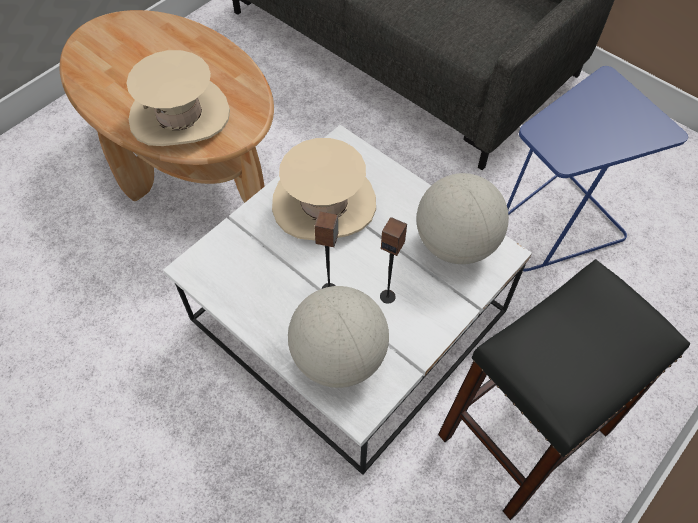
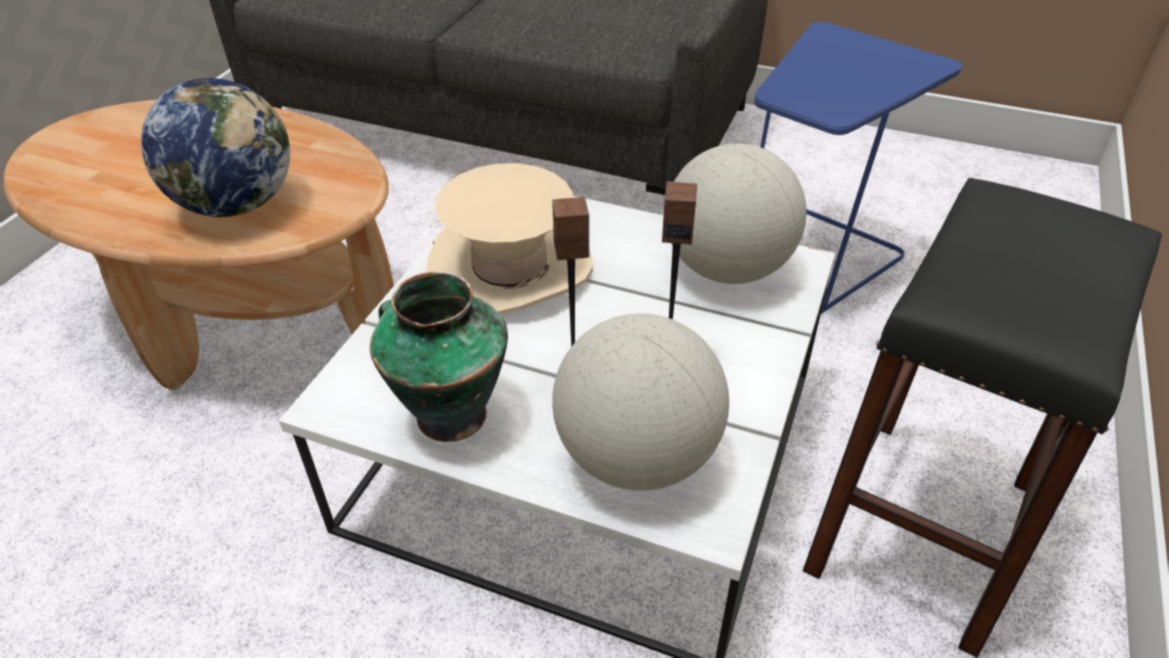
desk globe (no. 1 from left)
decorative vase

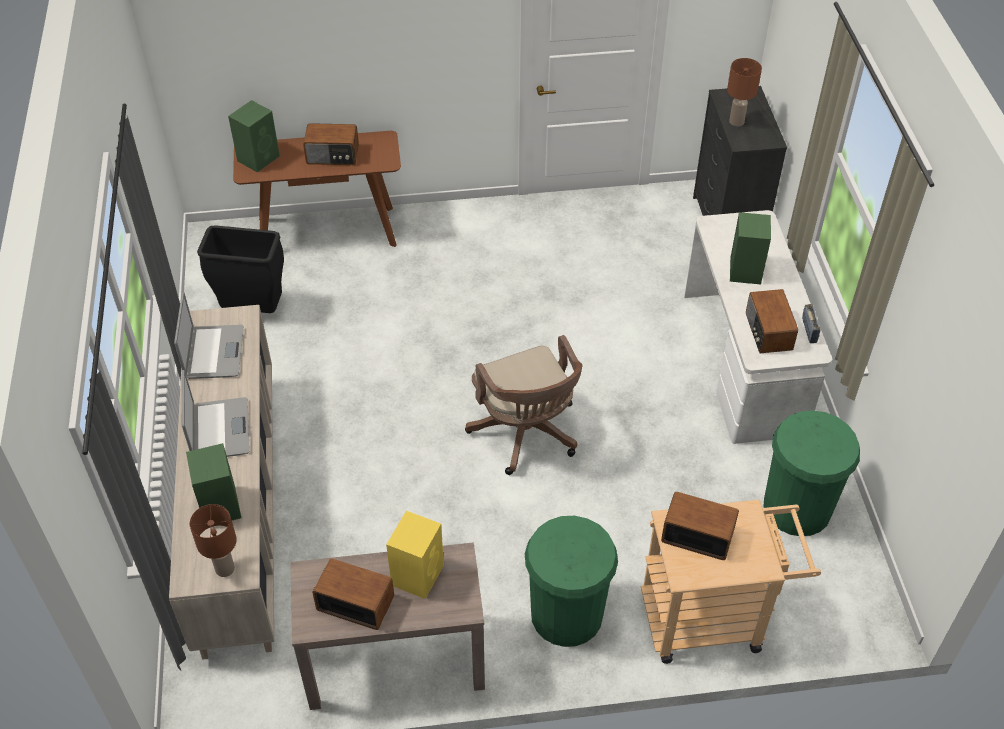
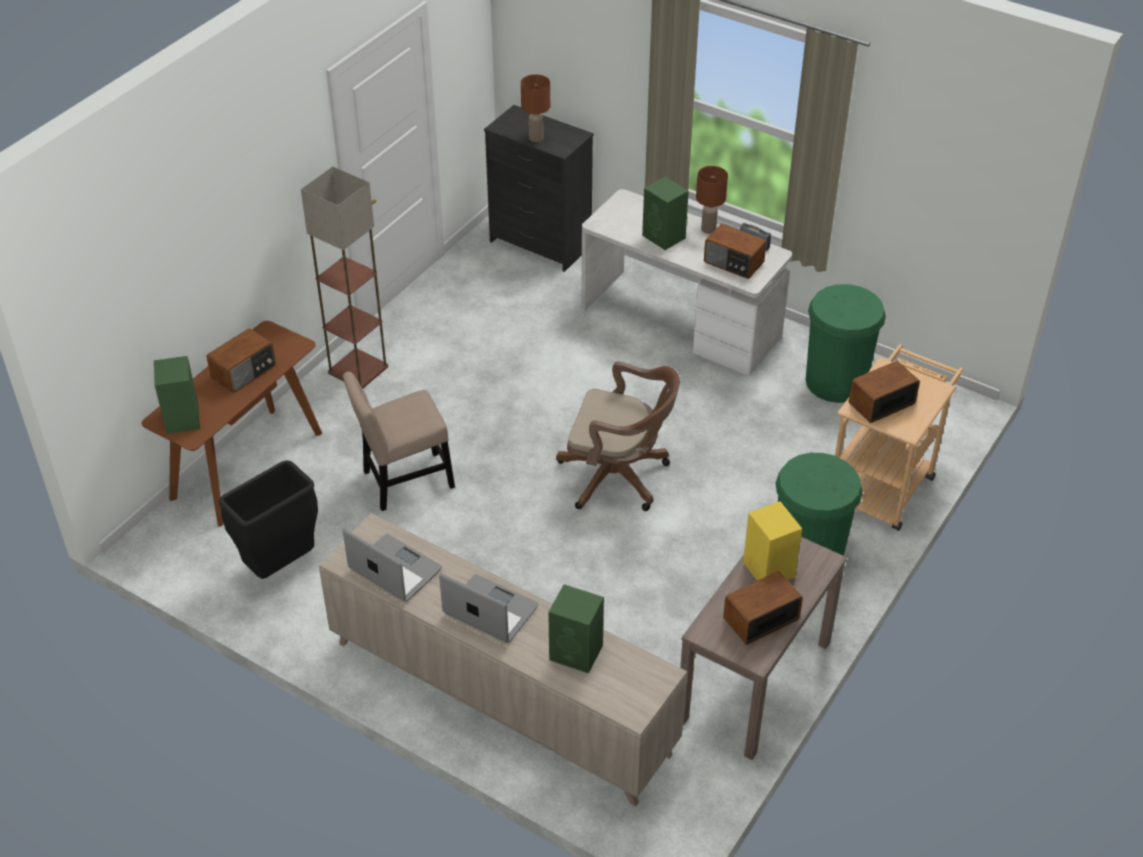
brown tabletop lamp (no. 2 from left)
floor lamp
sand-coloured plain chair

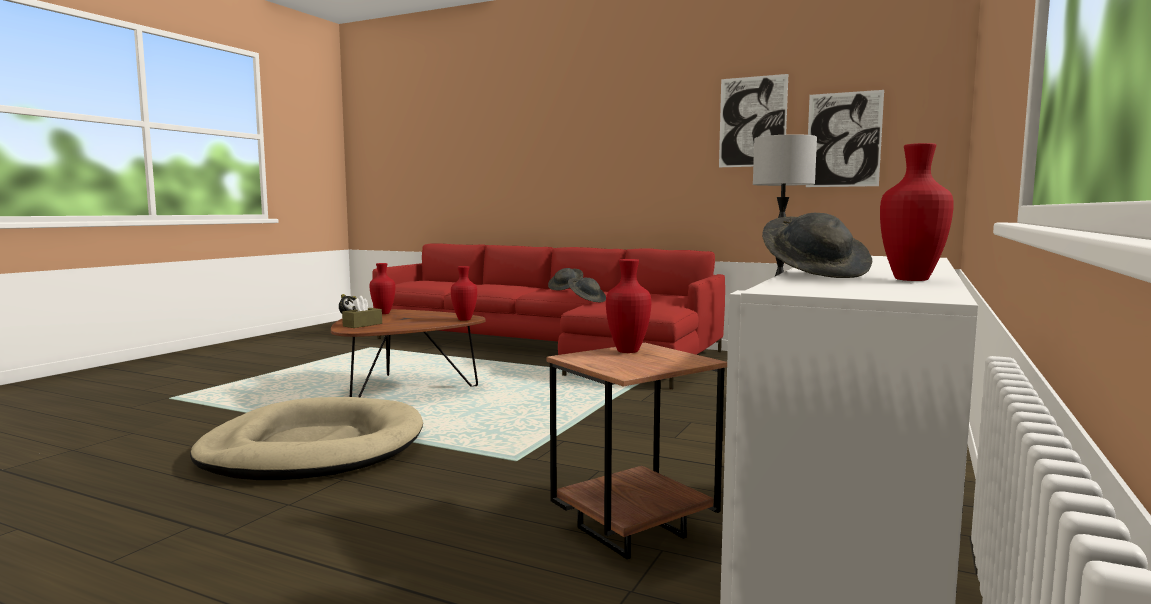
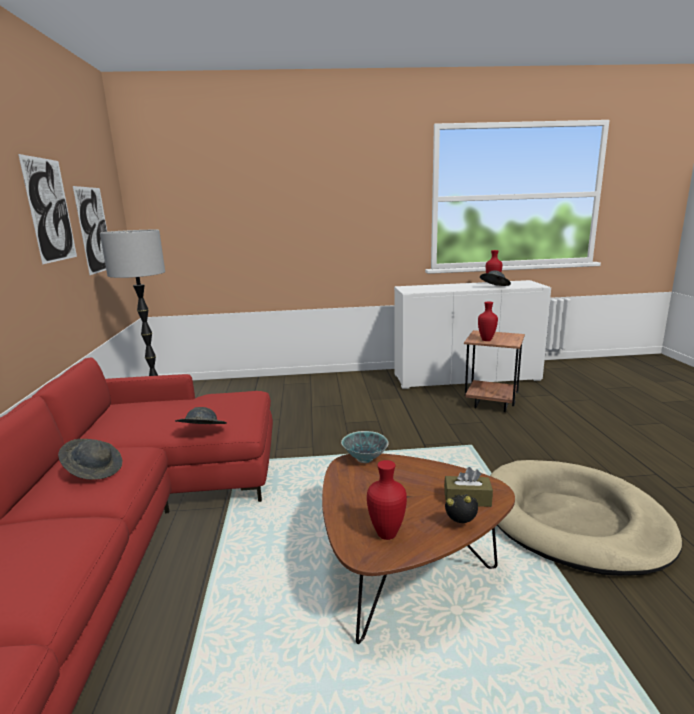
serving bowl

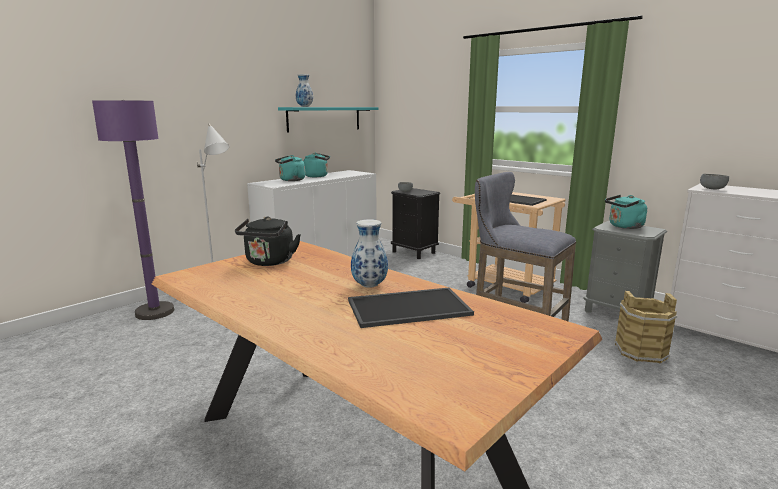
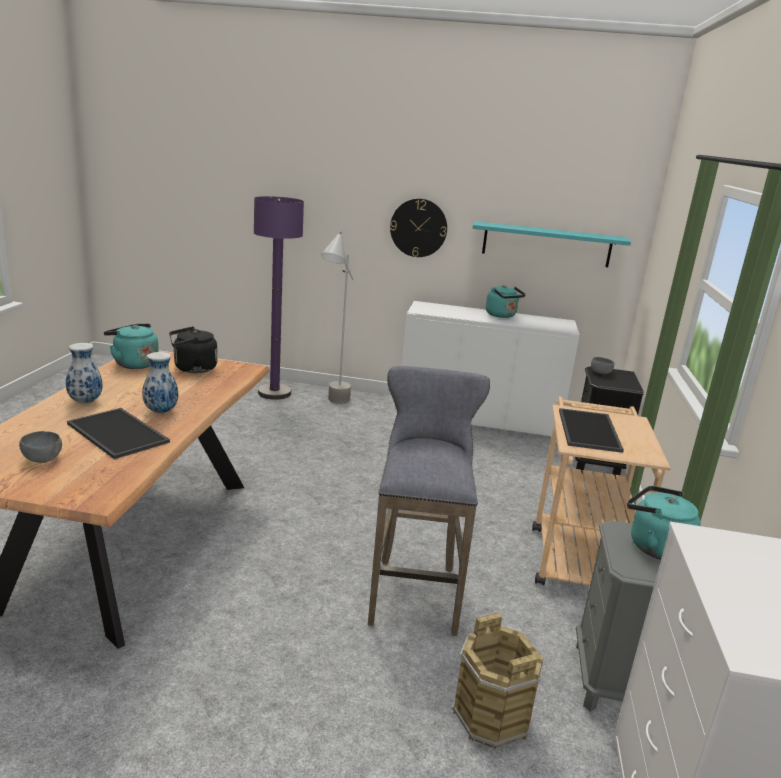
decorative vase (no. 1 from left)
turquoise tea kettle (no. 1 from left)
gray serving bowl (no. 1 from left)
wall clock

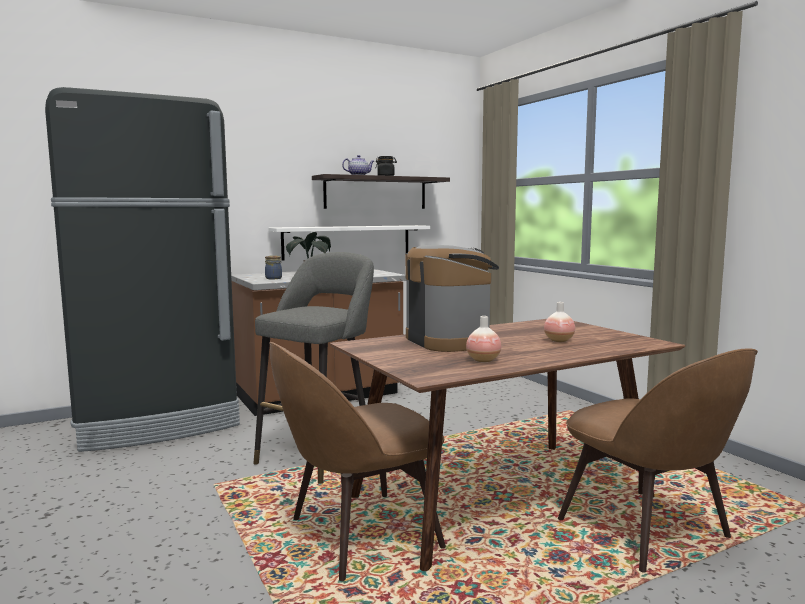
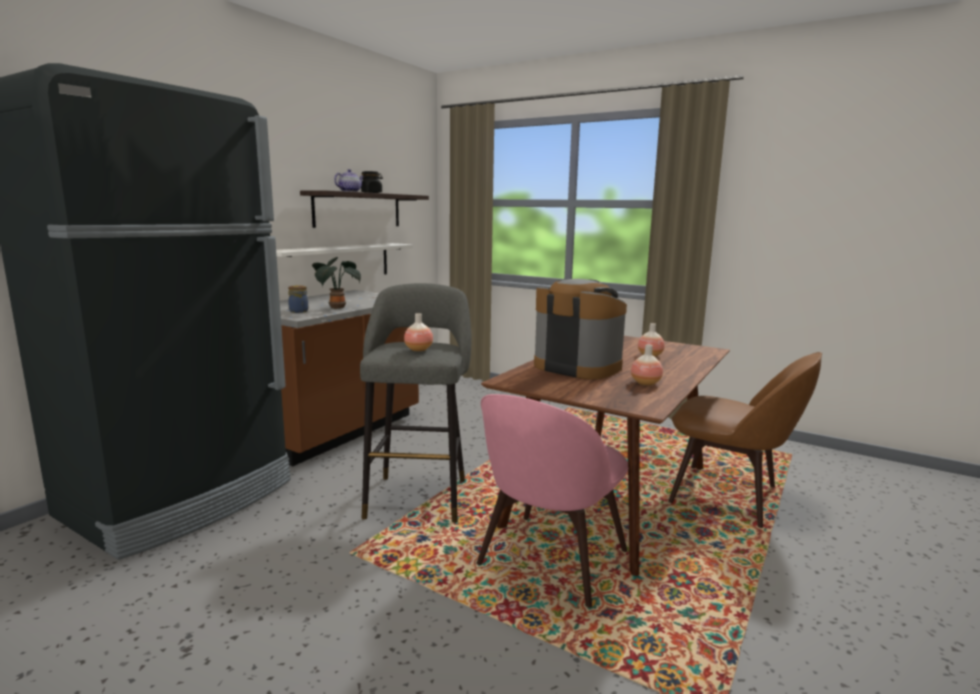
pinkish plain chair
decorative vase (no. 1 from left)

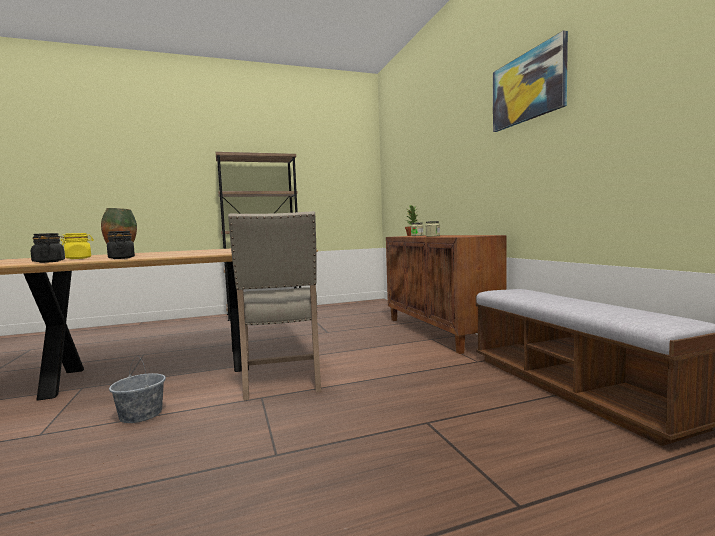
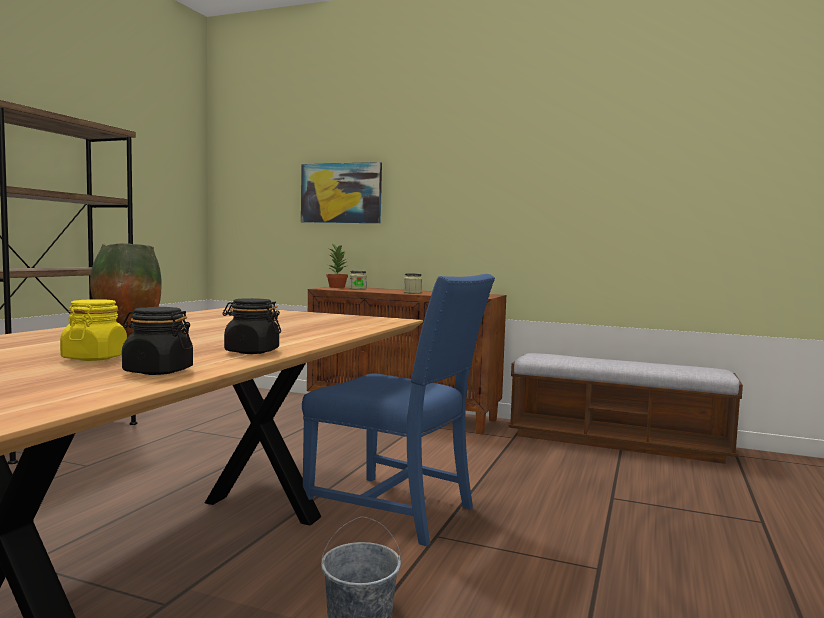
picture
bluish plain chair

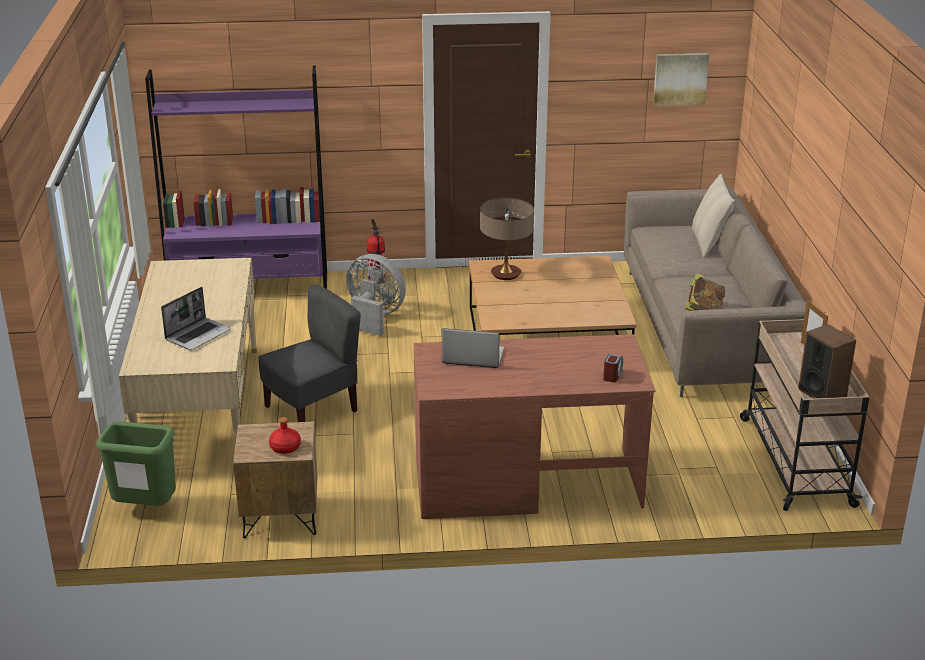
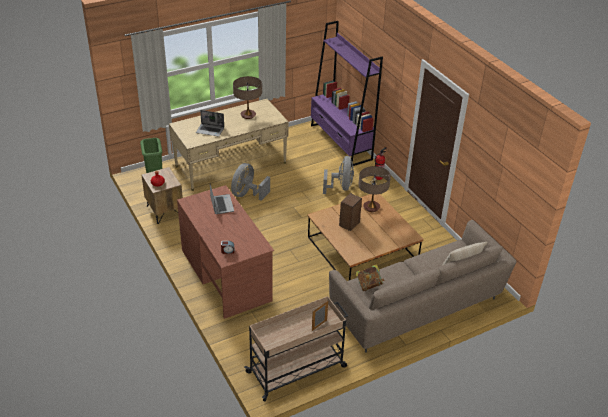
picture
gray electric fan (no. 1 from left)
loudspeaker
tabletop lamp (no. 1 from left)

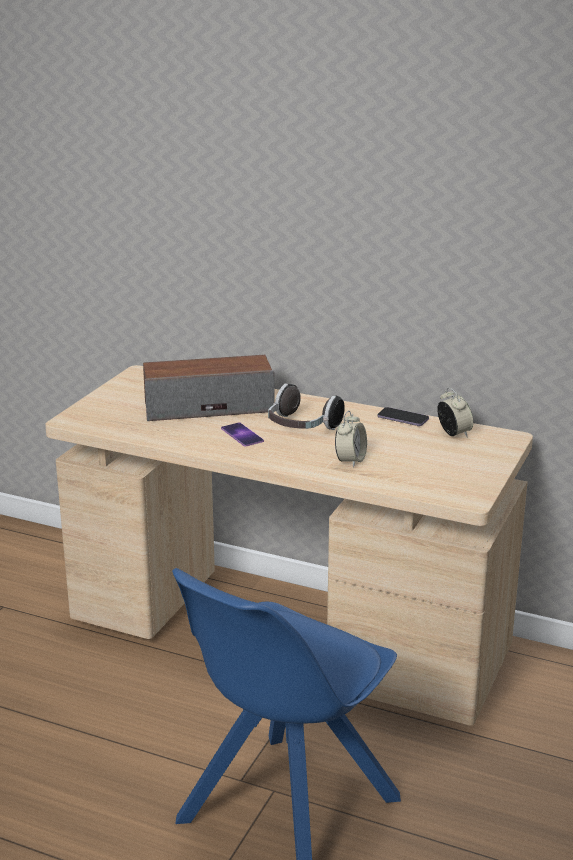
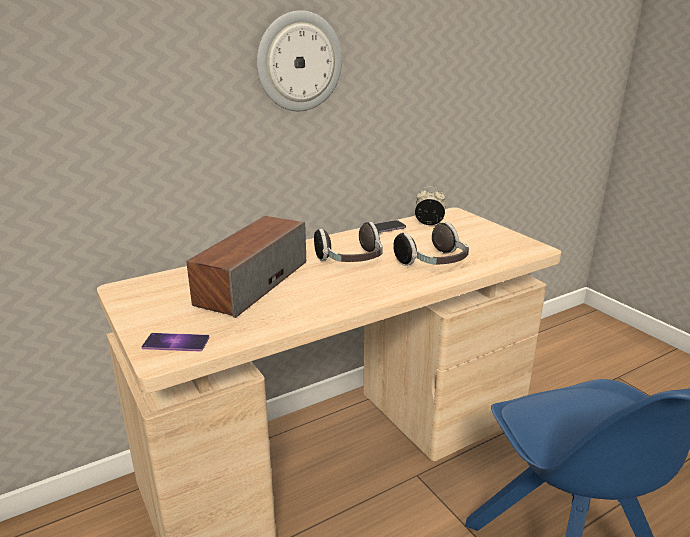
headphones (no. 2 from left)
telephone (no. 1 from left)
wall clock

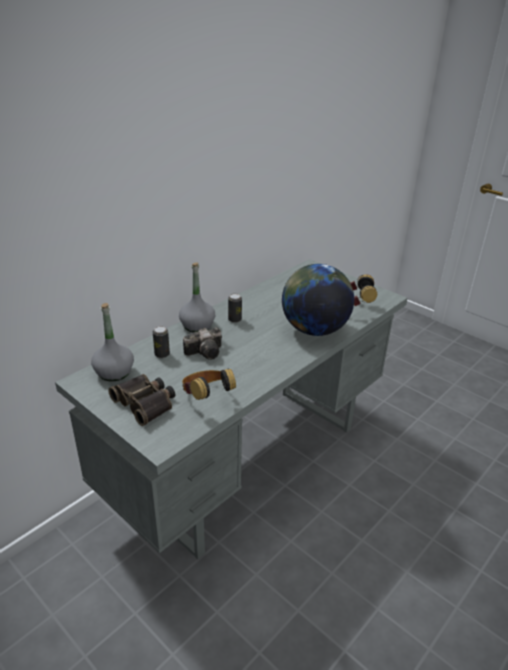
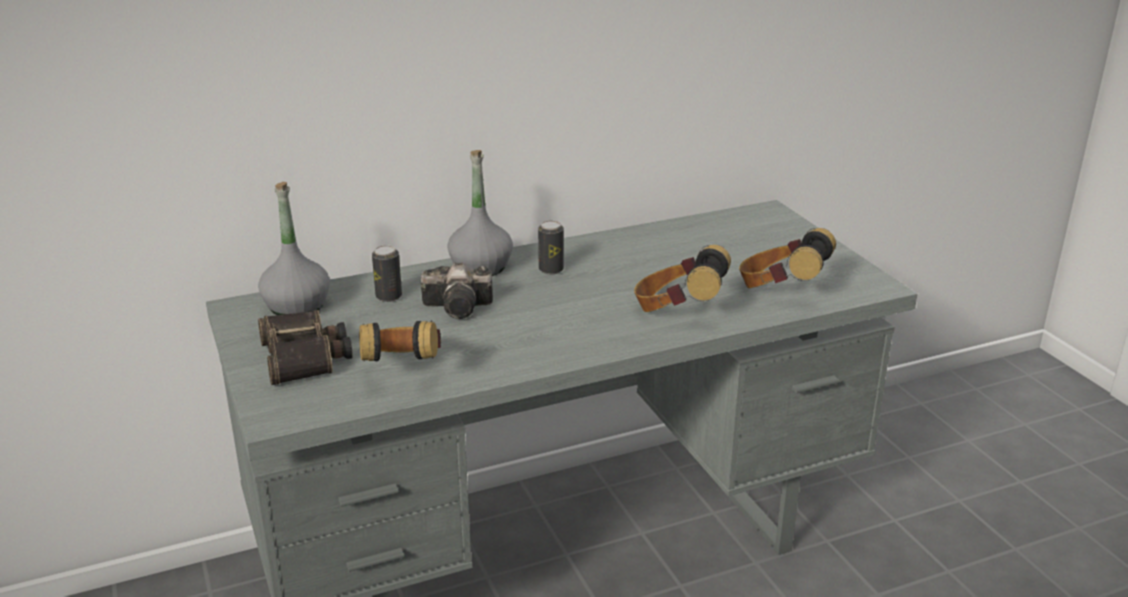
headphones (no. 2 from left)

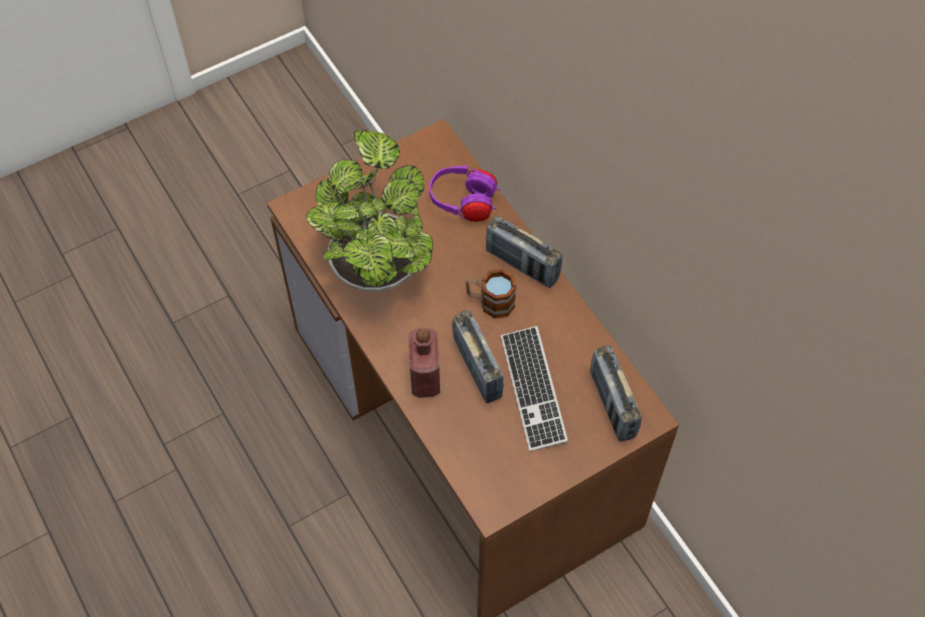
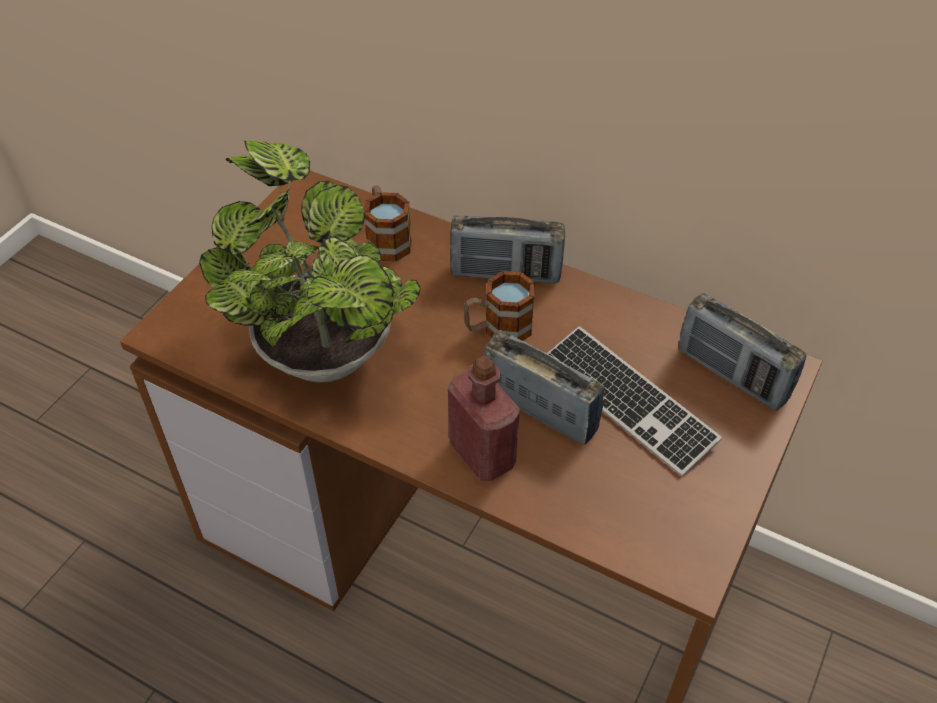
tea mug (no. 1 from left)

